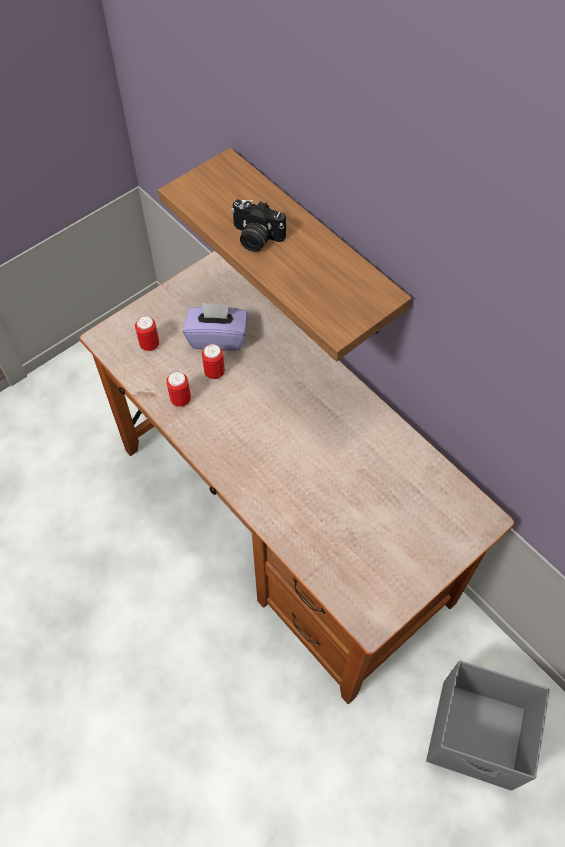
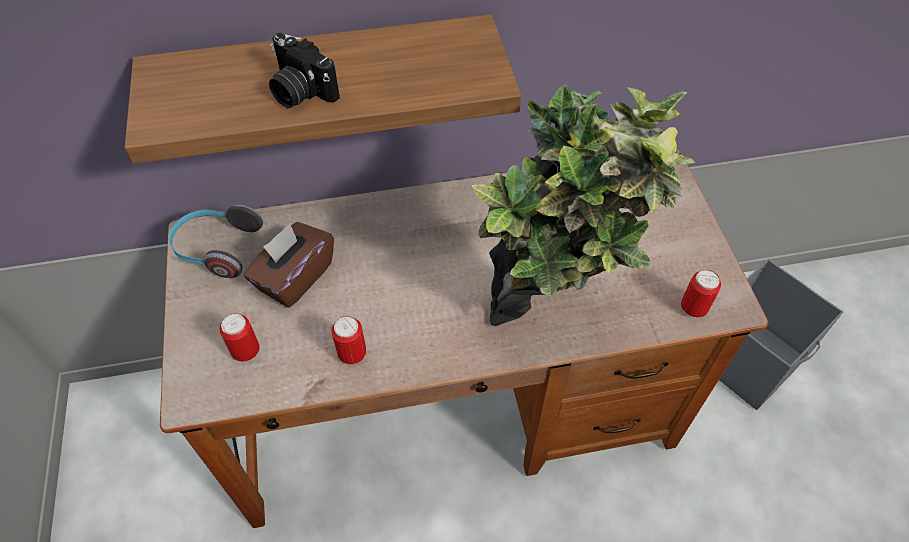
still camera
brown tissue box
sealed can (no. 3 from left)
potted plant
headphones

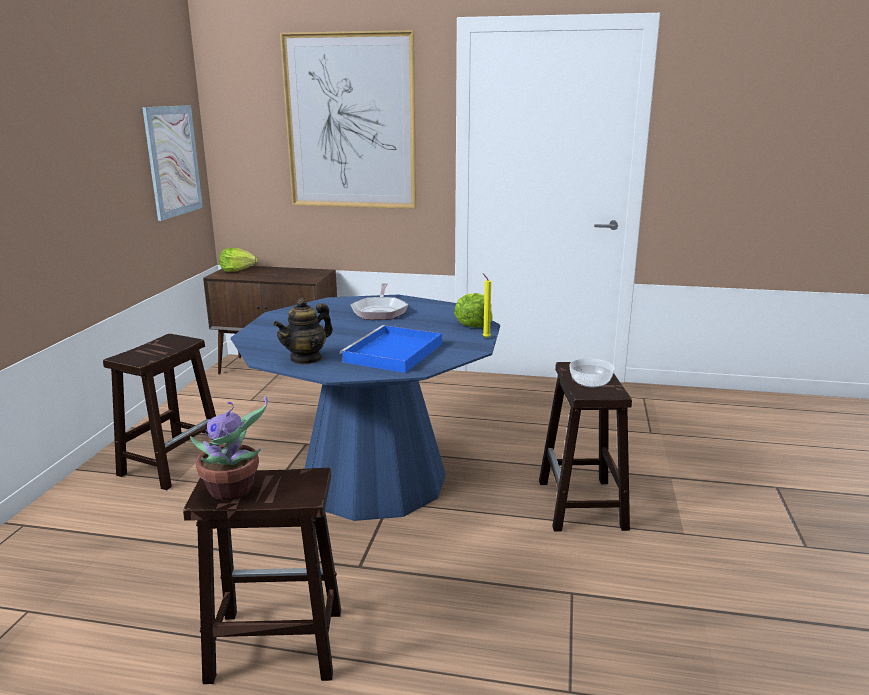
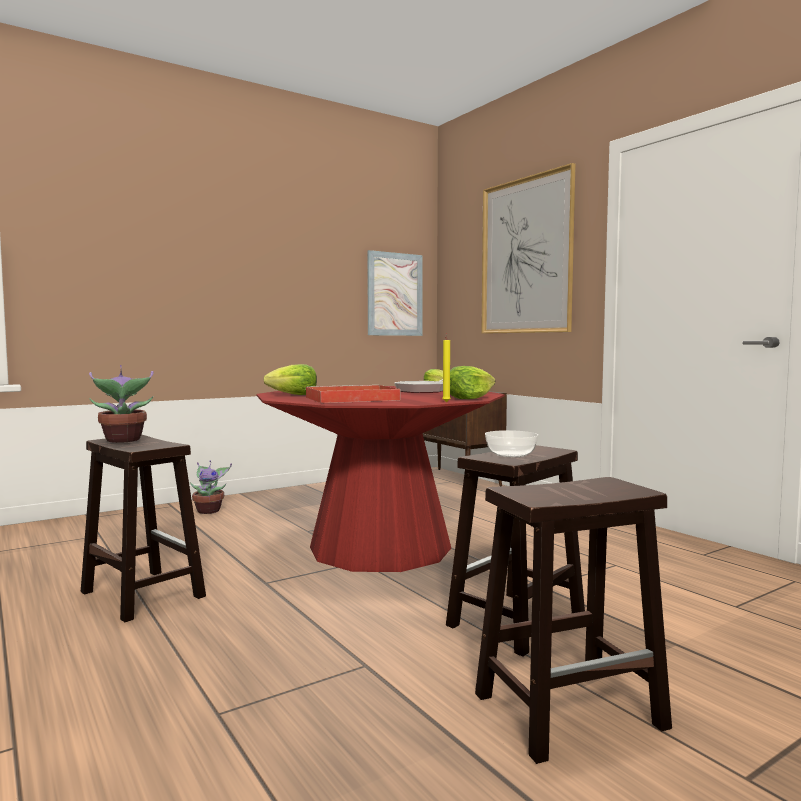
red kitchen table
head of lettuce (no. 1 from left)
red serving tray
brown stool (no. 3 from left)
potted plant (no. 2 from left)

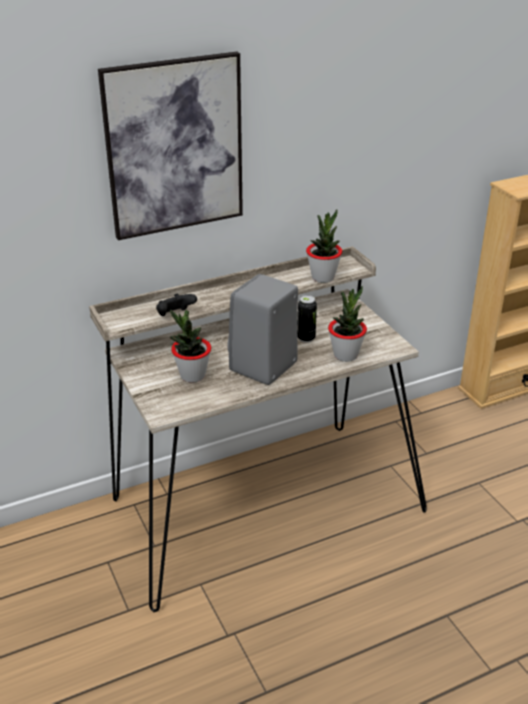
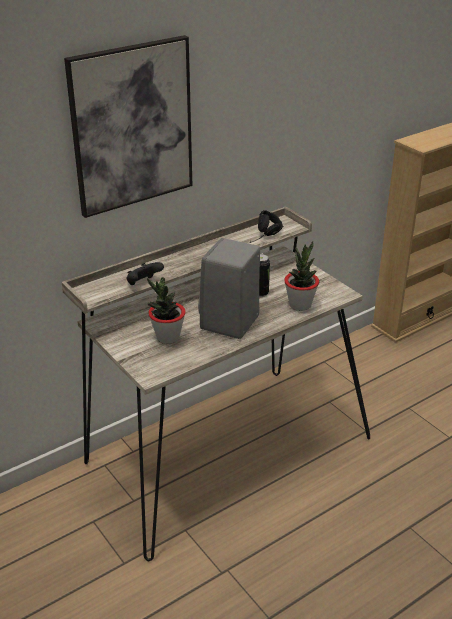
black headphones

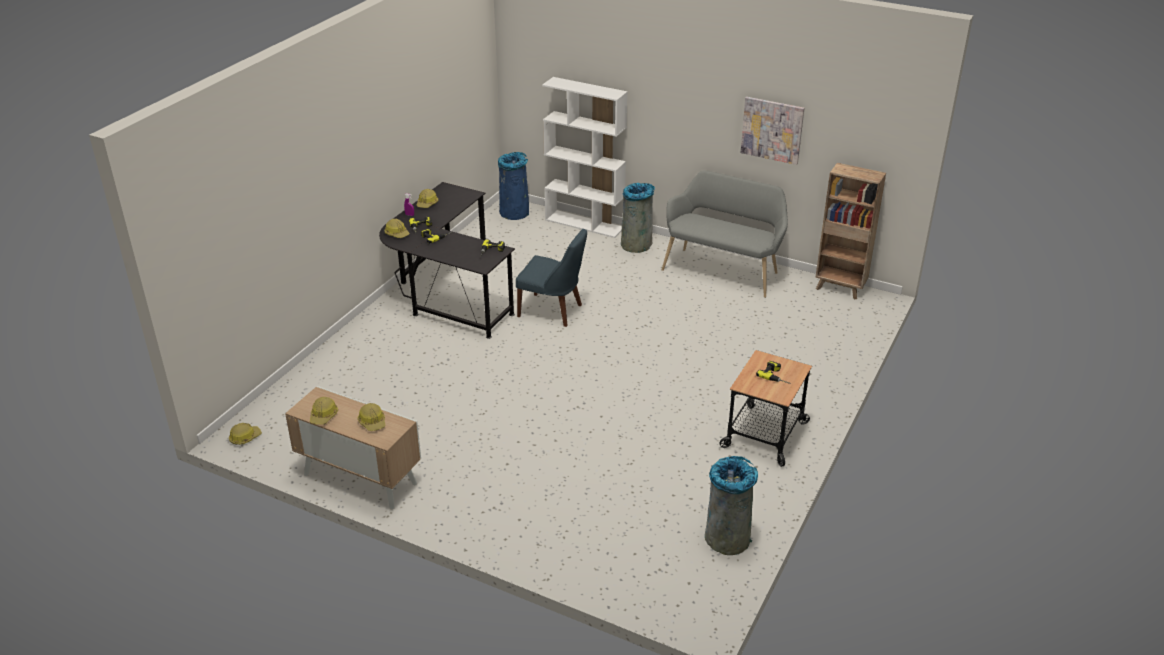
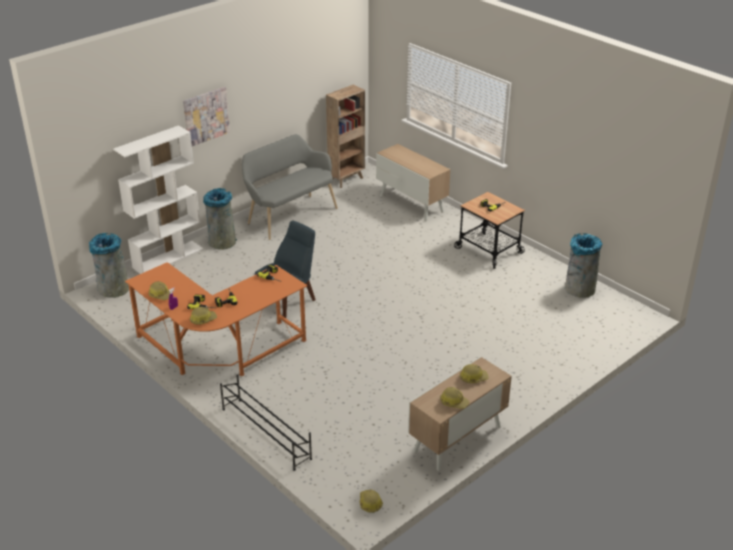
picture
gray rubbish bin (no. 1 from left)
orangey desk table
storage cabinet (no. 1 from left)
black shoe shelf

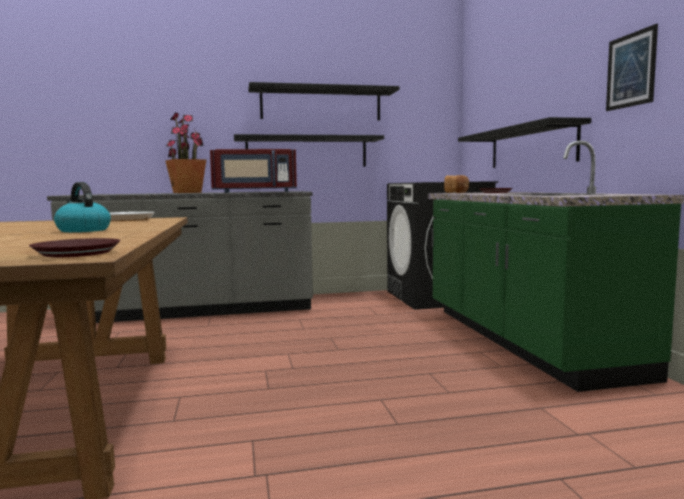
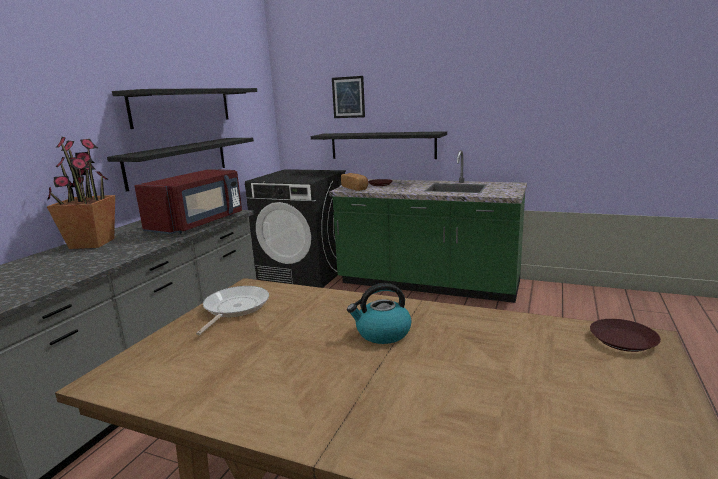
picture

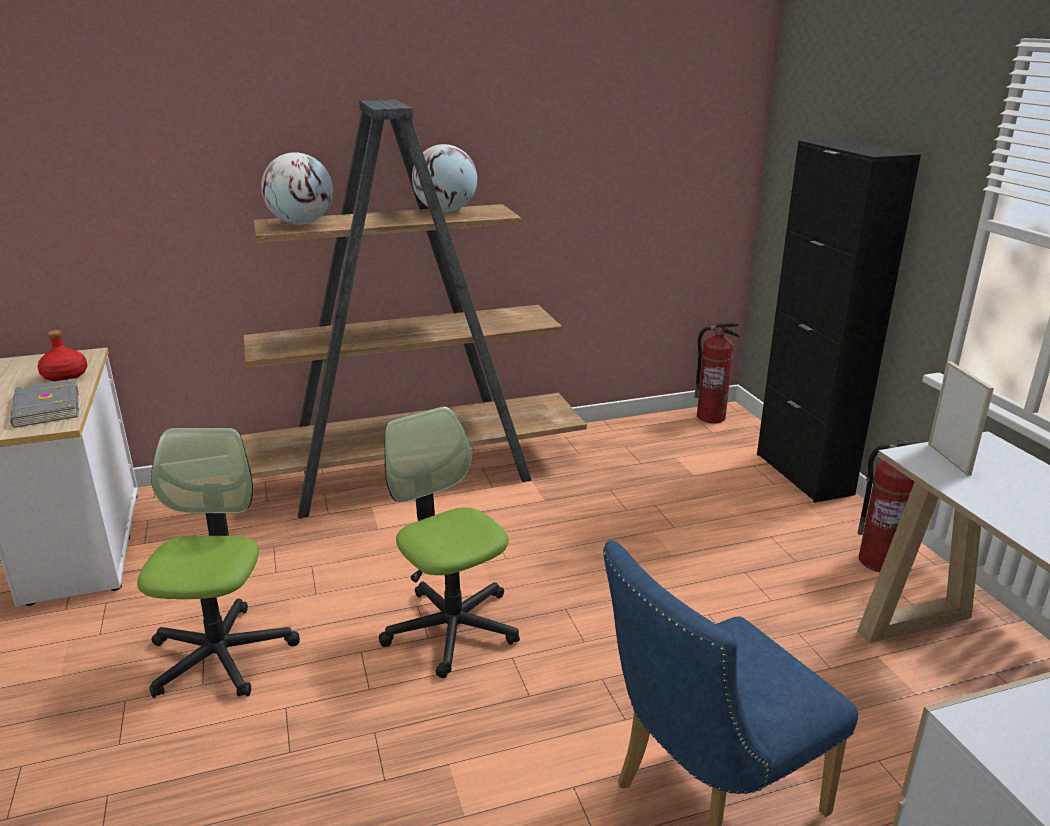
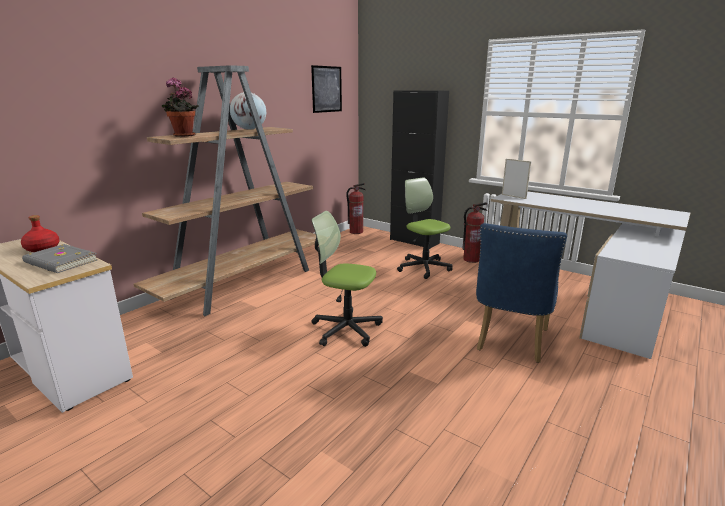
potted plant
desk chair (no. 2 from left)
picture

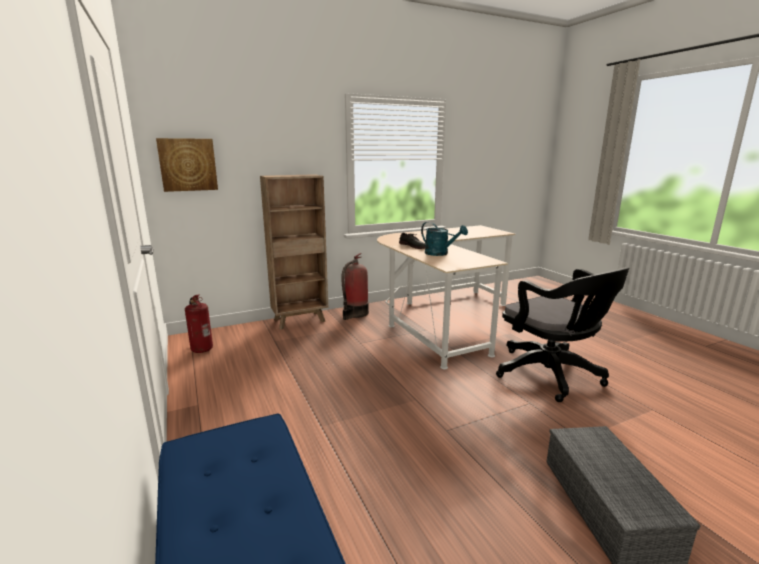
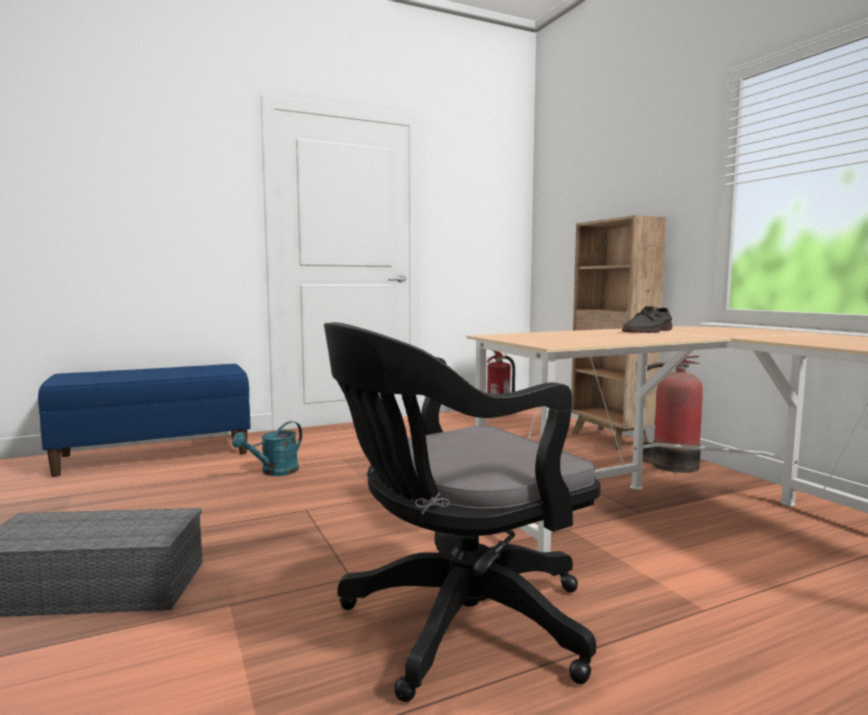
picture
turquoise sprinkling can

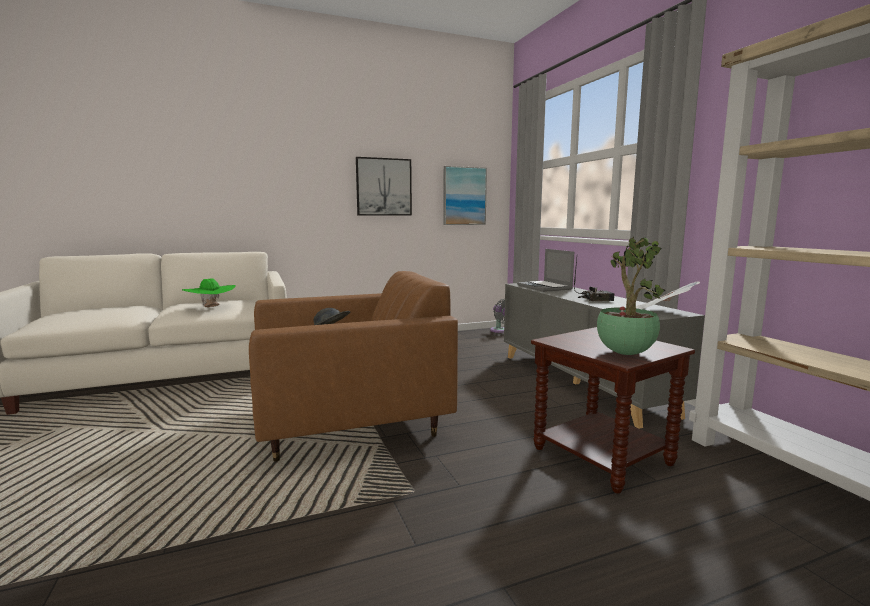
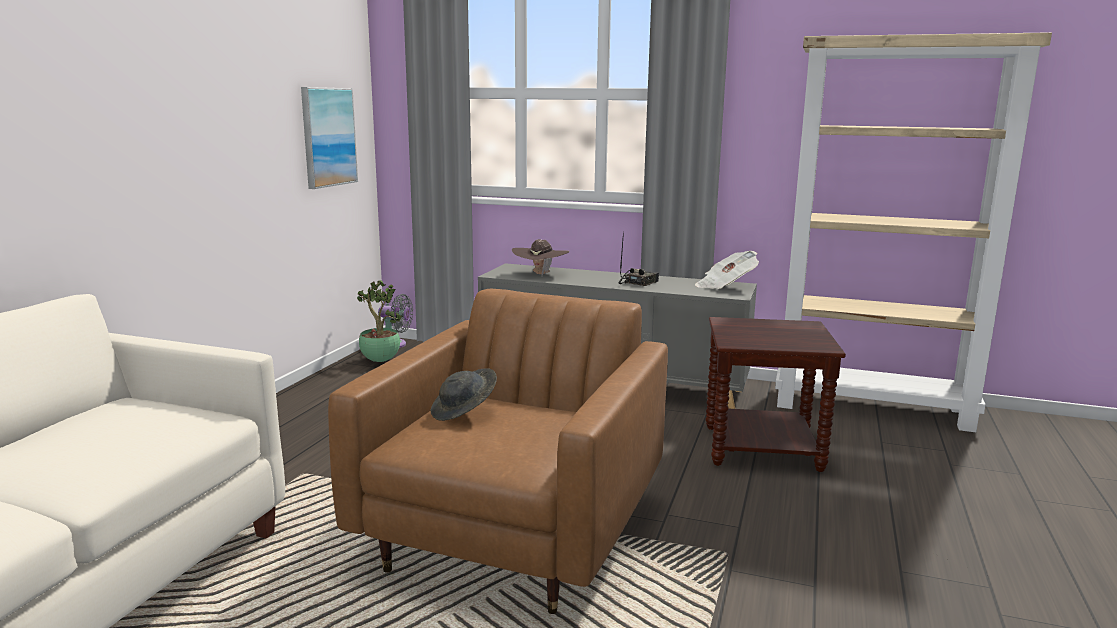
picture (no. 1 from left in the first image)
potted plant
brown hat
green-coloured hat

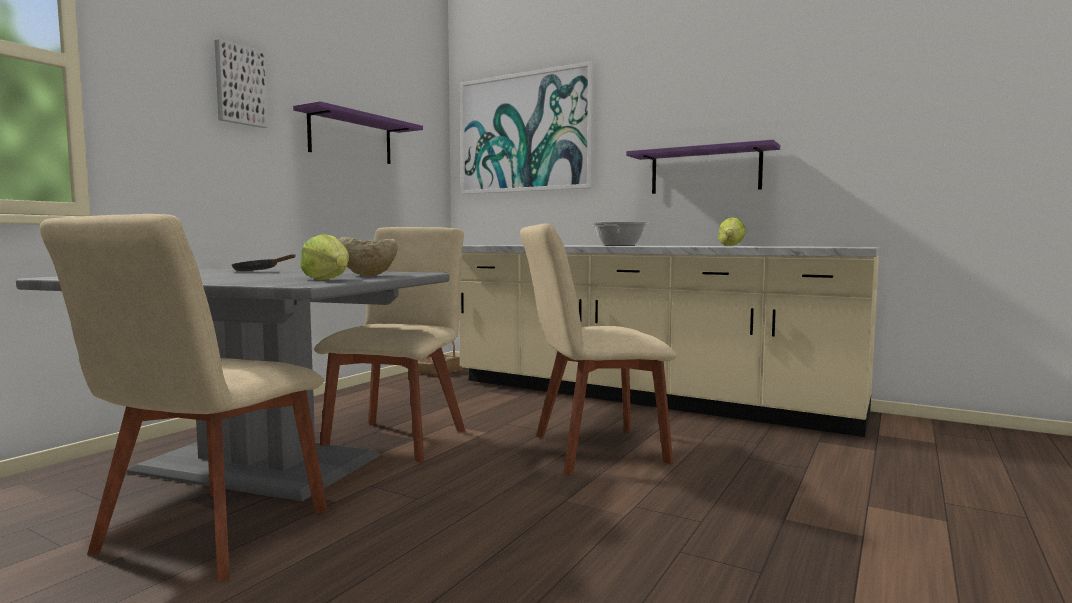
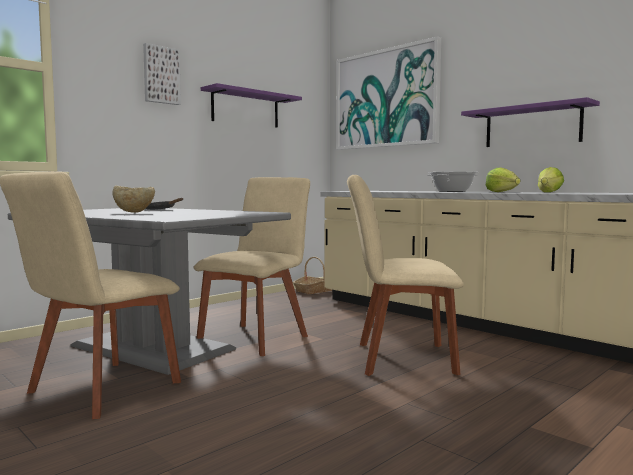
head of lettuce (no. 1 from left)
sand-coloured serving bowl

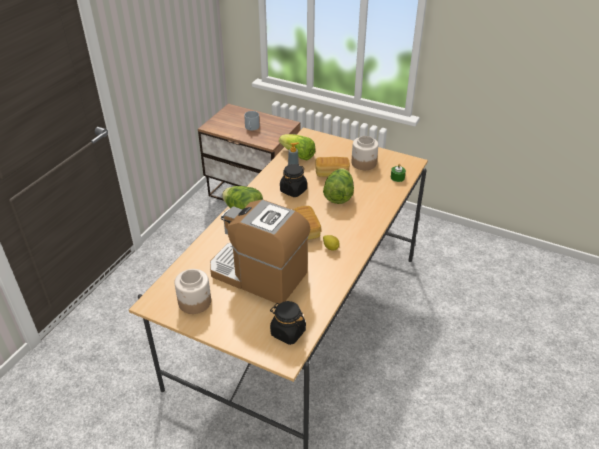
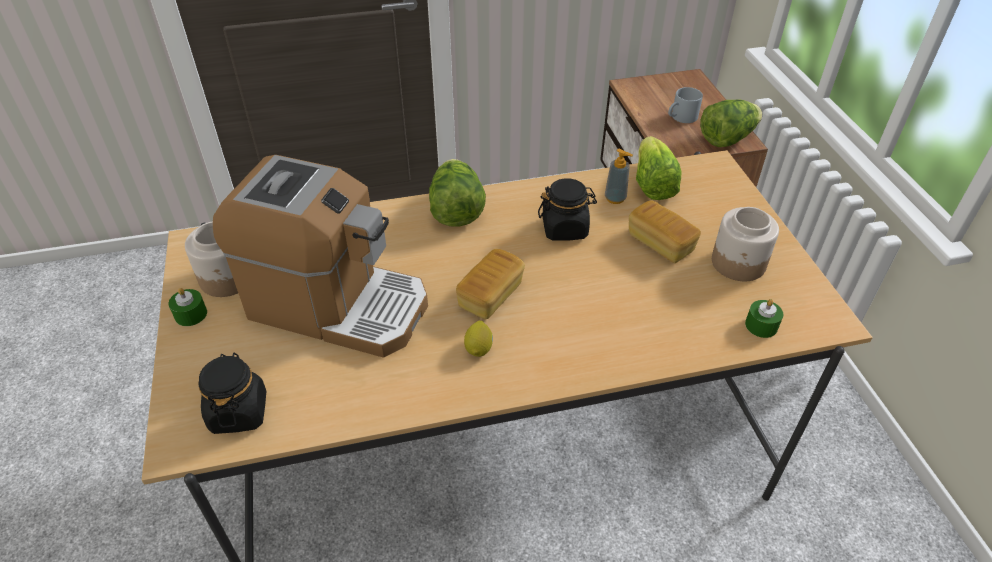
head of lettuce (no. 3 from left)
coffee maker
green-coloured wax candle (no. 1 from left)

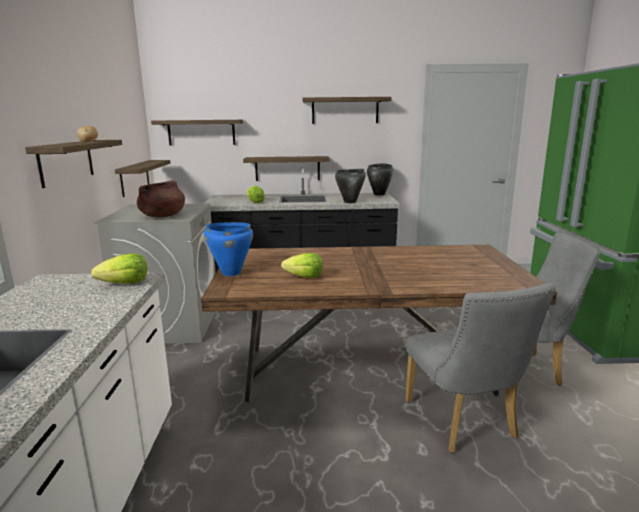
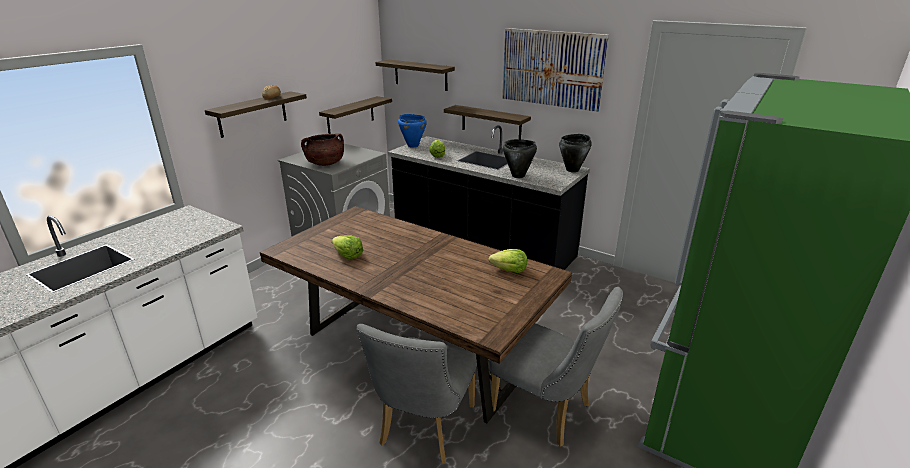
picture
bluish saucepot
head of lettuce (no. 3 from left)

